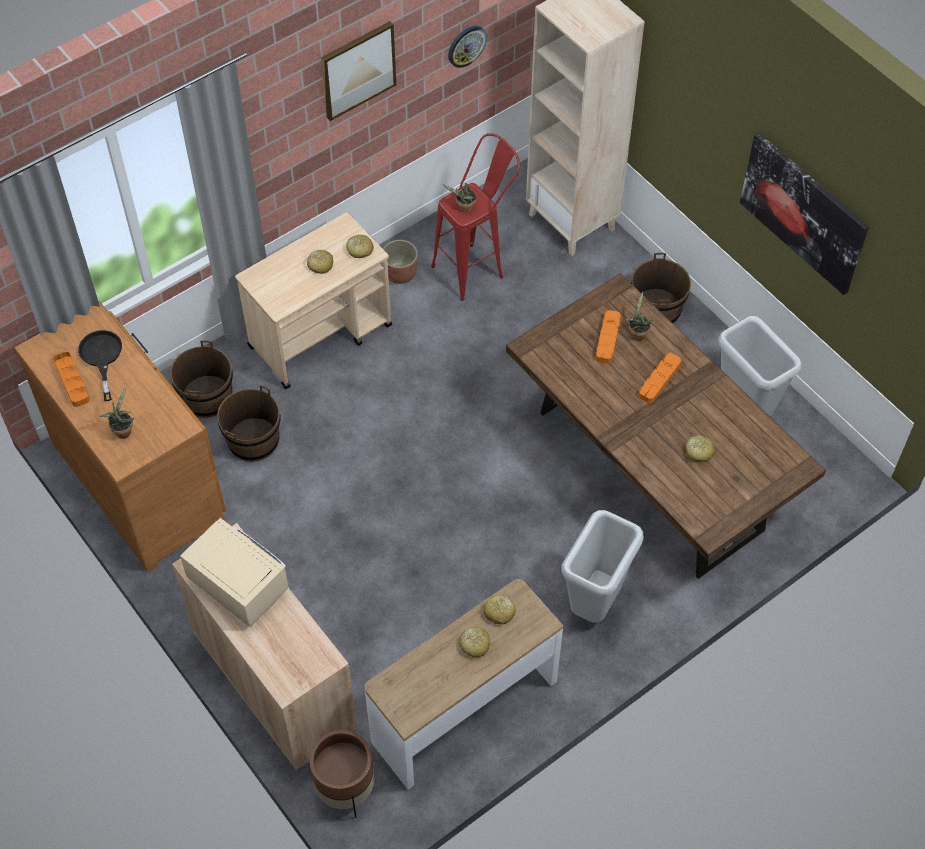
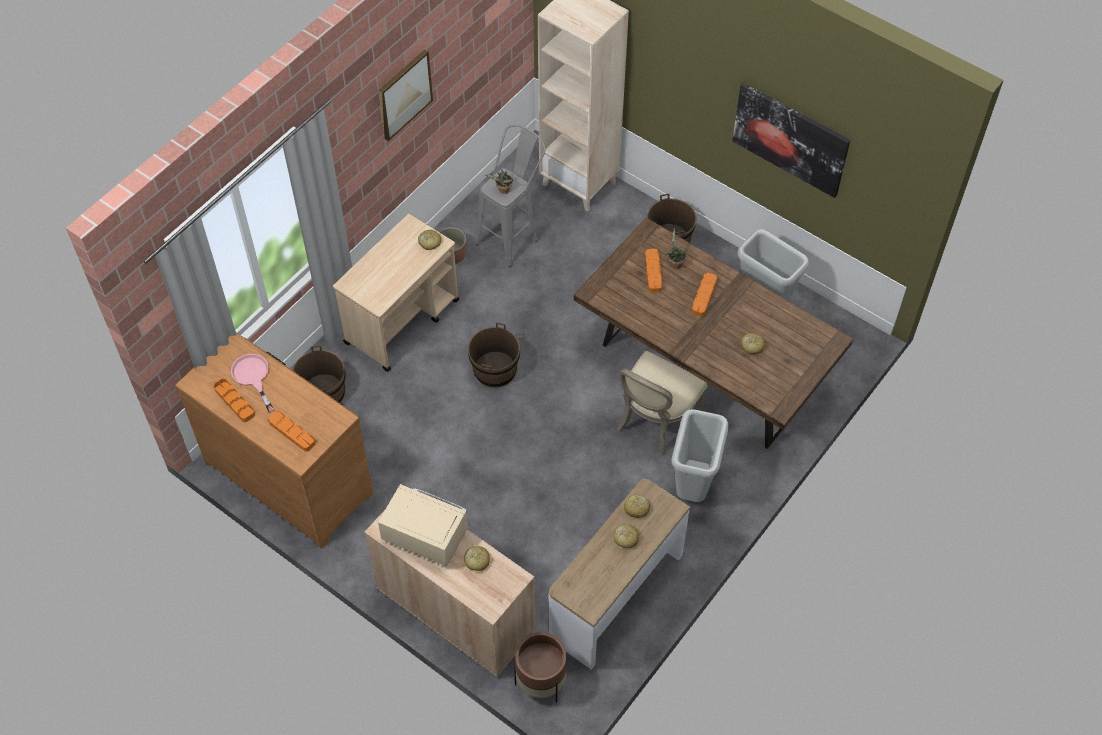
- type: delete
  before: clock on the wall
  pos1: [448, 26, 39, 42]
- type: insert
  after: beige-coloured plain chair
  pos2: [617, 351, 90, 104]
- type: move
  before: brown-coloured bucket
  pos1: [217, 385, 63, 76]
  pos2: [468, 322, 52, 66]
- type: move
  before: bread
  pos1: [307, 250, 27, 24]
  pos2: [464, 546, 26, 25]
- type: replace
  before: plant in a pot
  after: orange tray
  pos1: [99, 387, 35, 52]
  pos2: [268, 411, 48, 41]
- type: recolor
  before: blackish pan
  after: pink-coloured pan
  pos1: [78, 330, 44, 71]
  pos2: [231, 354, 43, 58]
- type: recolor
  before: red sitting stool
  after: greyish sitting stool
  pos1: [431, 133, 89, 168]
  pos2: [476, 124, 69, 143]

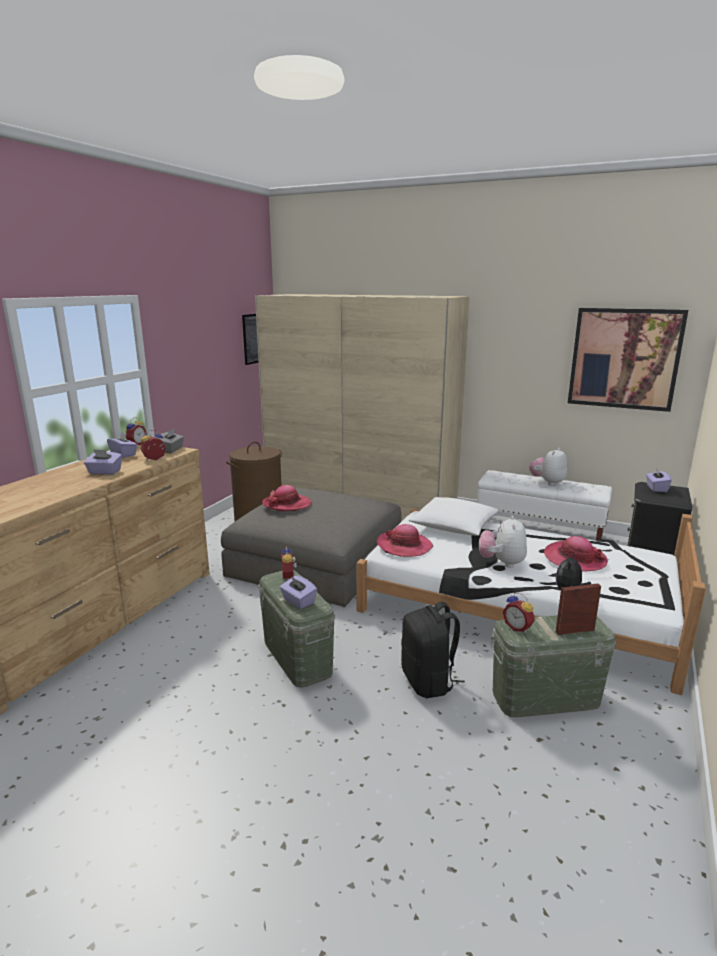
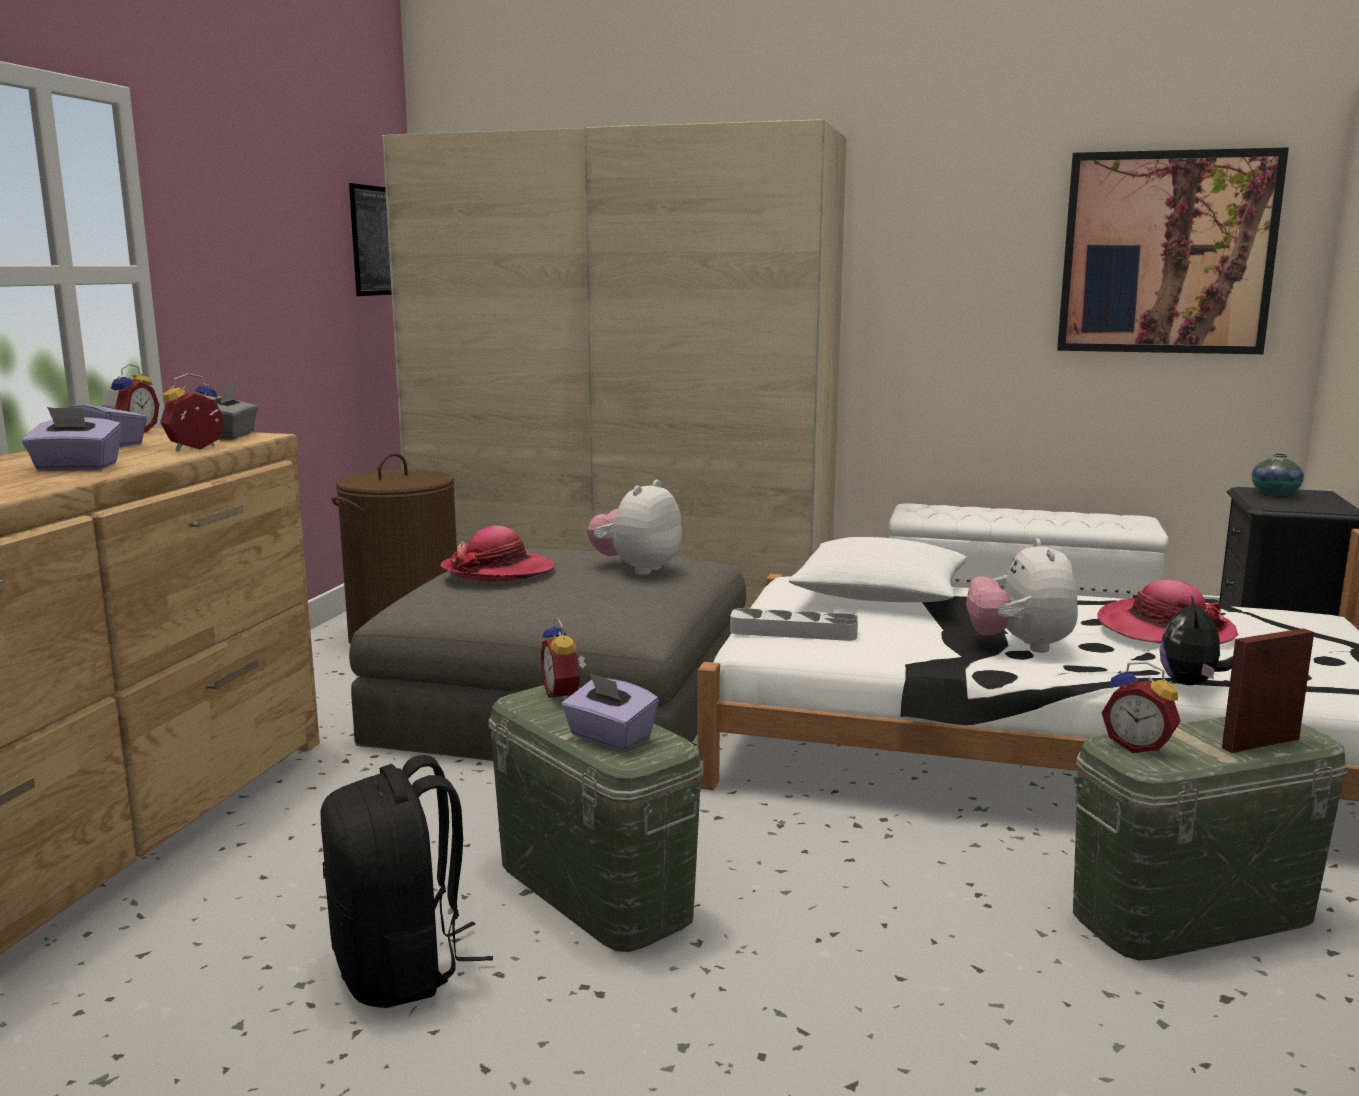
- type: move
  before: blackish knapsack
  pos1: [401, 602, 64, 96]
  pos2: [320, 755, 173, 253]
- type: move
  before: cuddly toy
  pos1: [529, 448, 39, 38]
  pos2: [587, 480, 95, 95]
- type: replace
  before: wearable hat
  after: greyish tray
  pos1: [377, 524, 56, 33]
  pos2: [730, 608, 128, 33]
- type: replace
  before: purplish box of tissues
  after: decorative vase
  pos1: [646, 468, 26, 24]
  pos2: [1252, 454, 52, 42]

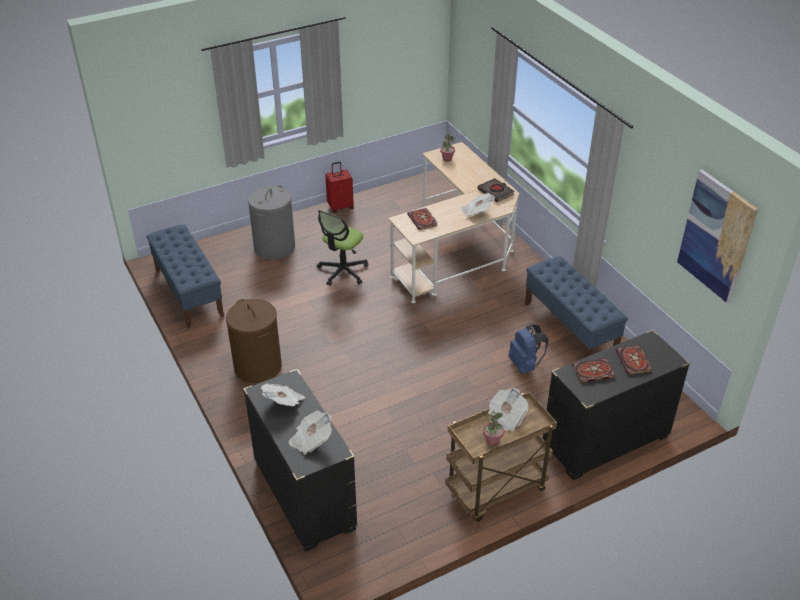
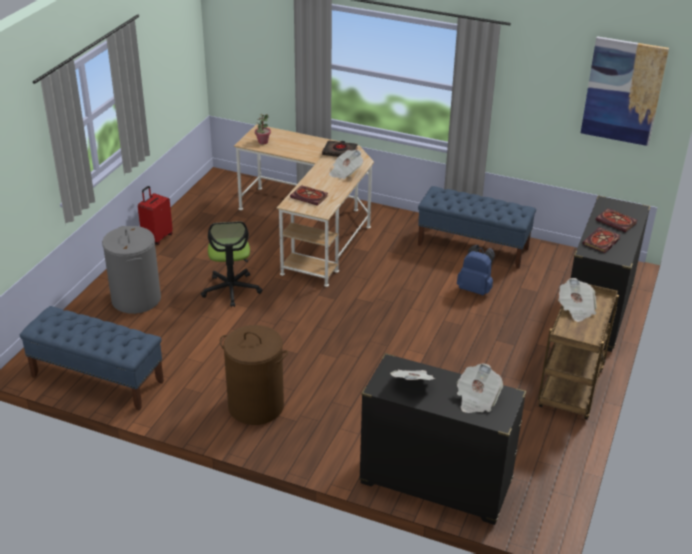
- type: delete
  before: plant in a pot
  pos1: [483, 411, 21, 35]

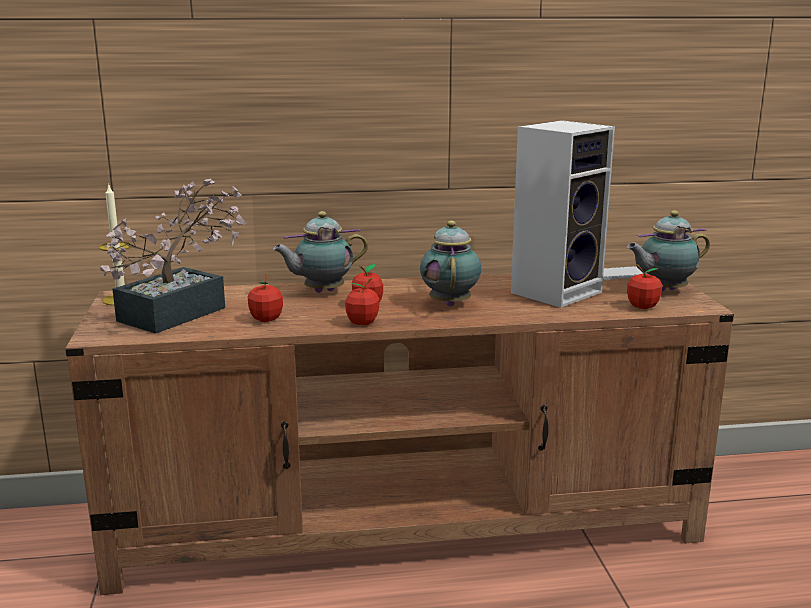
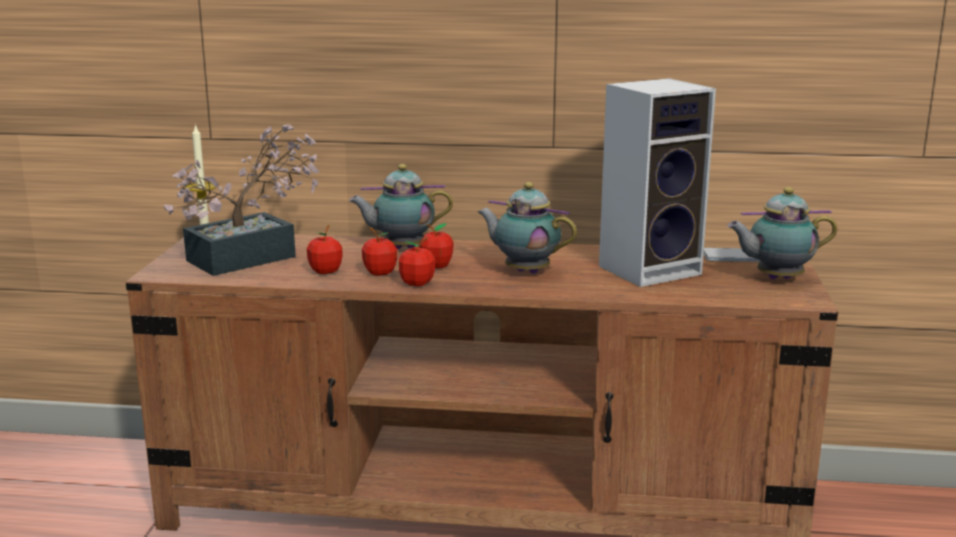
- type: move
  before: apple
  pos1: [627, 265, 36, 44]
  pos2: [362, 227, 35, 49]
- type: rotate
  before: tea pot
  pos1: [420, 221, 61, 86]
  pos2: [478, 182, 99, 92]
  turn: -75

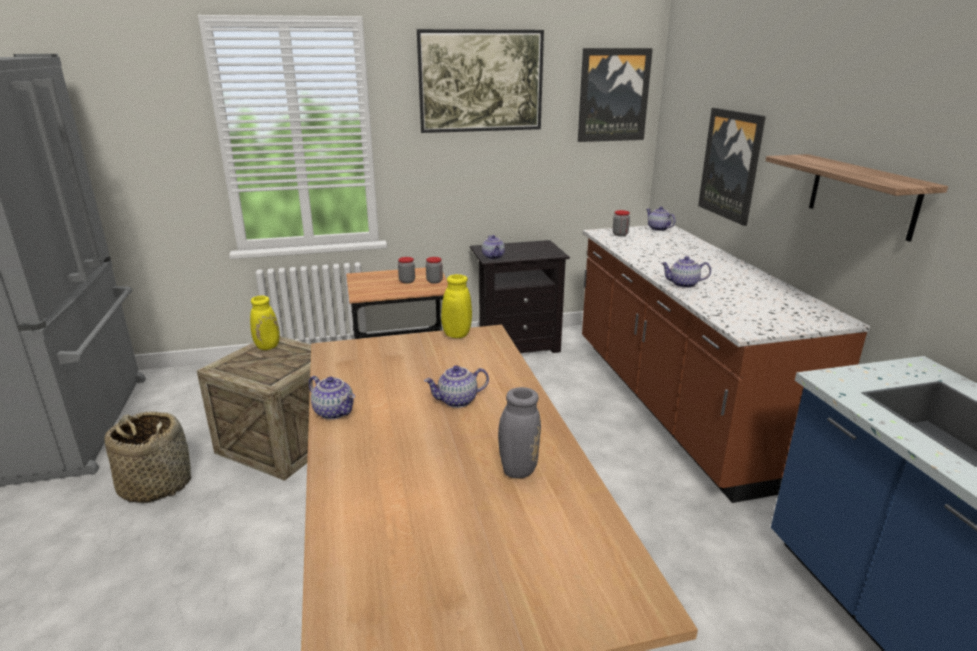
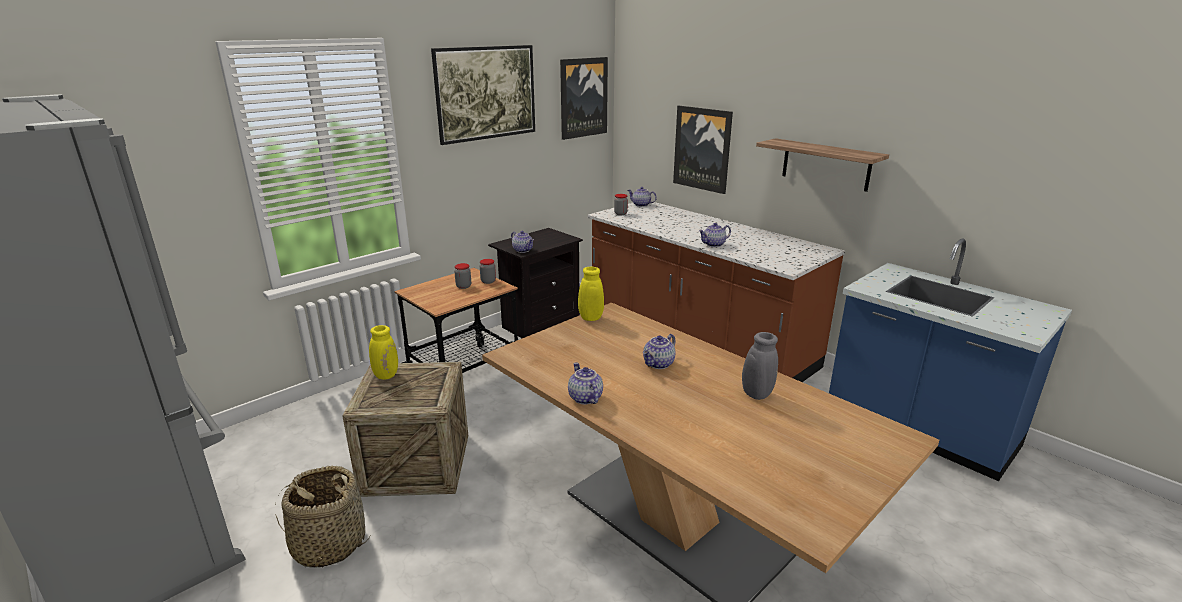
- type: rotate
  before: tea pot
  pos1: [309, 376, 46, 44]
  pos2: [568, 363, 35, 42]
  turn: -120

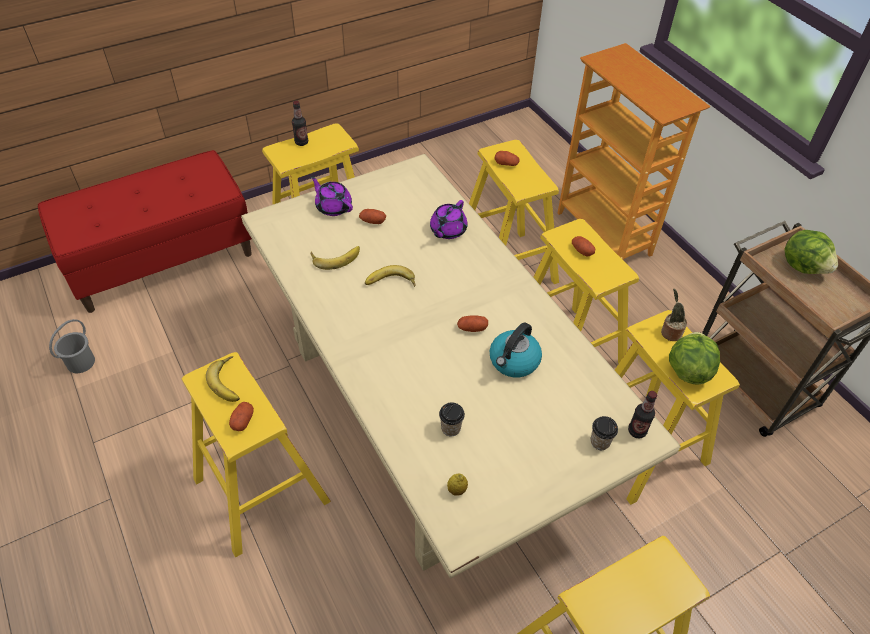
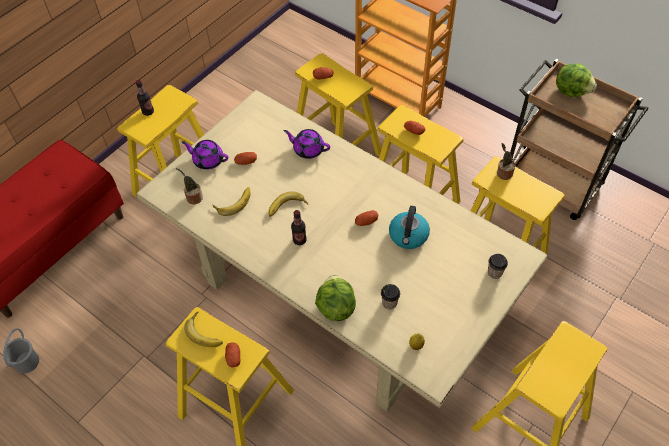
- type: insert
  after: plant in a pot
  pos2: [176, 168, 27, 36]
- type: move
  before: beverage bottle
  pos1: [628, 391, 29, 48]
  pos2: [291, 210, 16, 35]
- type: move
  before: lettuce
  pos1: [669, 332, 51, 53]
  pos2: [315, 275, 41, 46]
- type: rotate
  before: purplish tea pot
  pos1: [430, 200, 38, 39]
  pos2: [284, 129, 46, 30]
  turn: 105

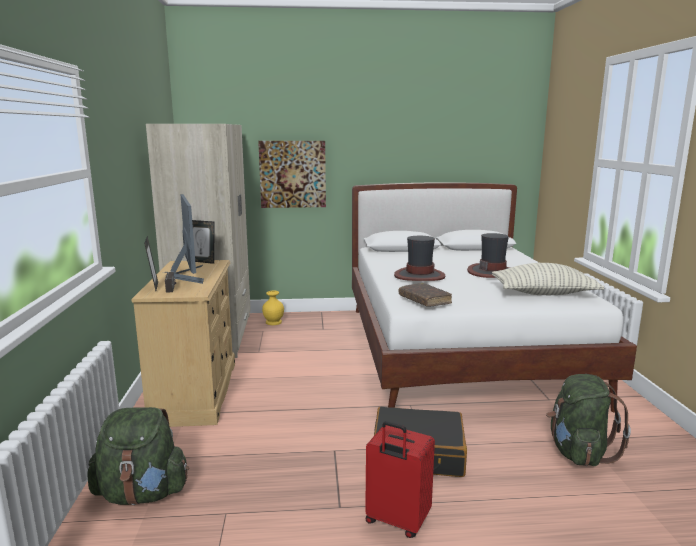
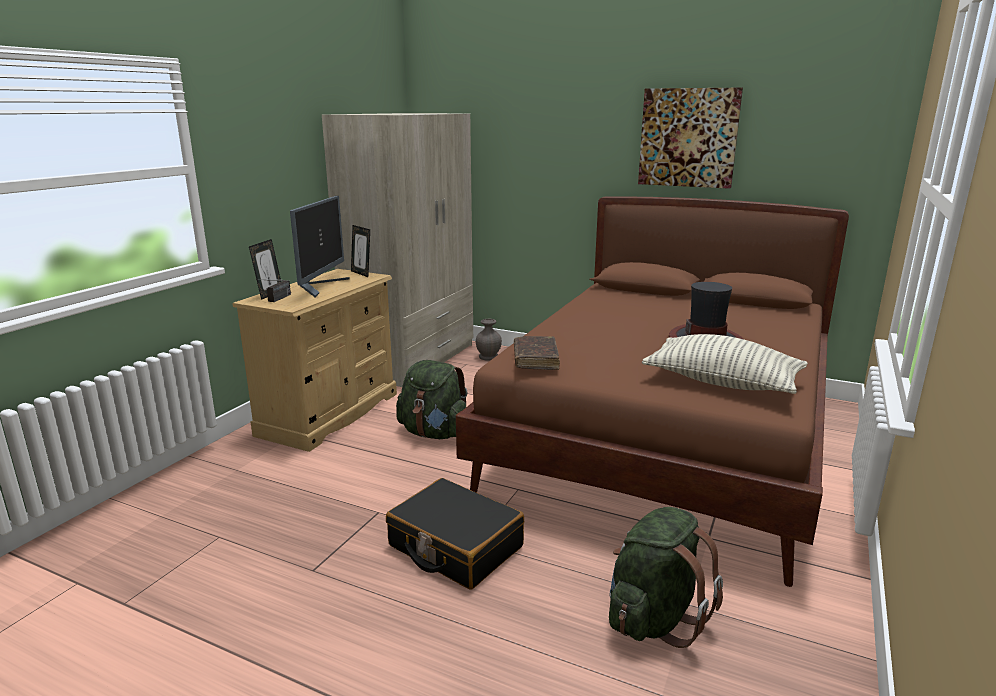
- type: delete
  before: red piece of luggage
  pos1: [365, 421, 70, 117]
- type: delete
  before: wearable hat
  pos1: [394, 236, 52, 45]
- type: move
  before: green-coloured knapsack
  pos1: [87, 407, 102, 98]
  pos2: [396, 360, 71, 79]
- type: move
  before: wall art
  pos1: [258, 141, 68, 67]
  pos2: [638, 88, 105, 101]
- type: recolor
  before: yellowish decorative vase
  after: greyish decorative vase
  pos1: [262, 291, 22, 34]
  pos2: [476, 319, 26, 42]
- type: recolor
  before: whitish sleeping bed
  after: brown-coloured sleeping bed
  pos1: [352, 182, 285, 231]
  pos2: [456, 196, 393, 391]

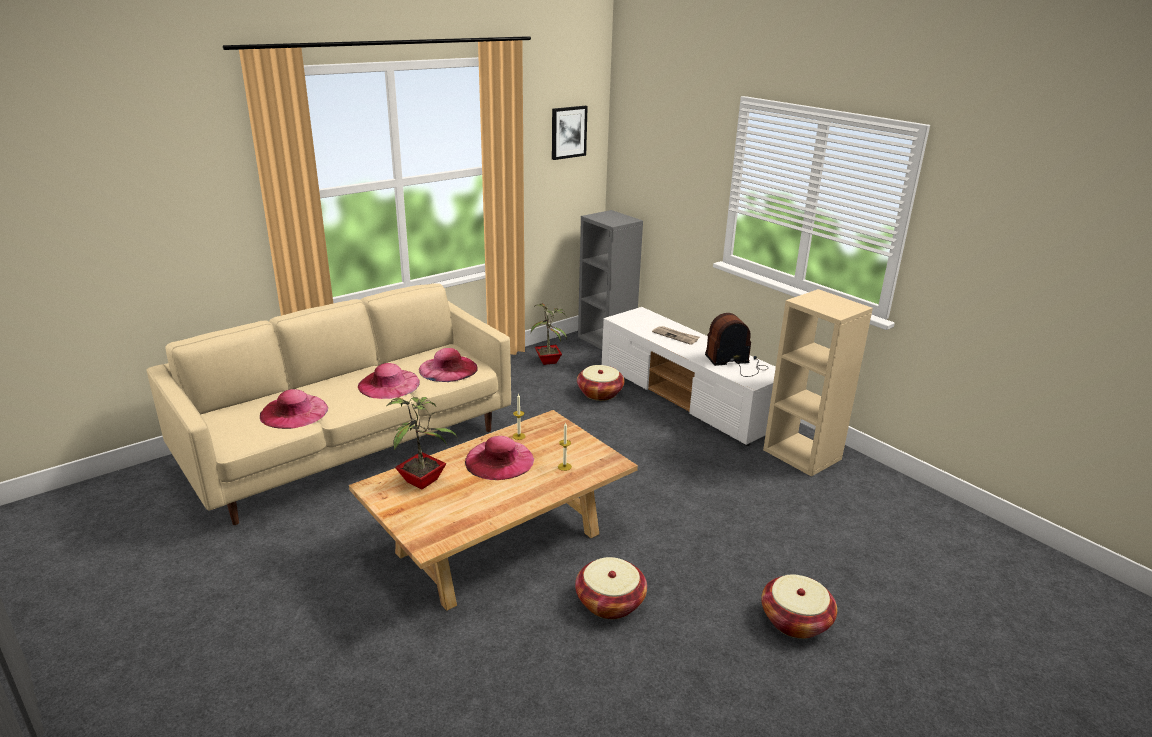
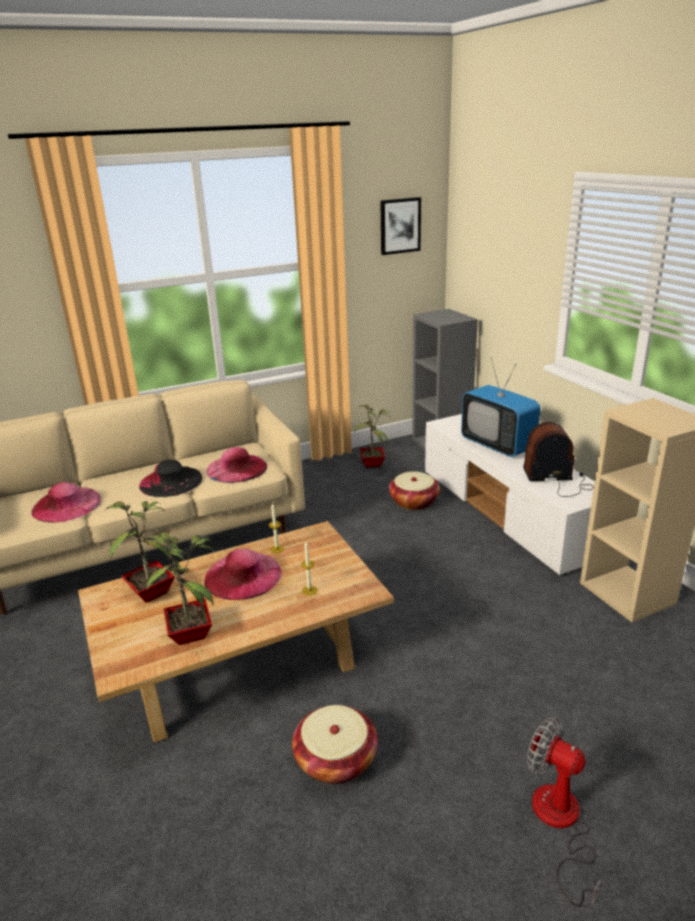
- type: insert
  after: plant in a pot
  pos2: [147, 532, 68, 113]
- type: replace
  before: daily paper
  after: television
  pos1: [652, 326, 48, 19]
  pos2: [461, 357, 80, 100]
- type: replace
  before: storage basket
  after: cooling fan
  pos1: [761, 575, 76, 64]
  pos2: [527, 717, 73, 190]
- type: recolor
  before: pink-coloured wearable hat
  after: blackish wearable hat
  pos1: [358, 363, 62, 36]
  pos2: [139, 460, 64, 37]

